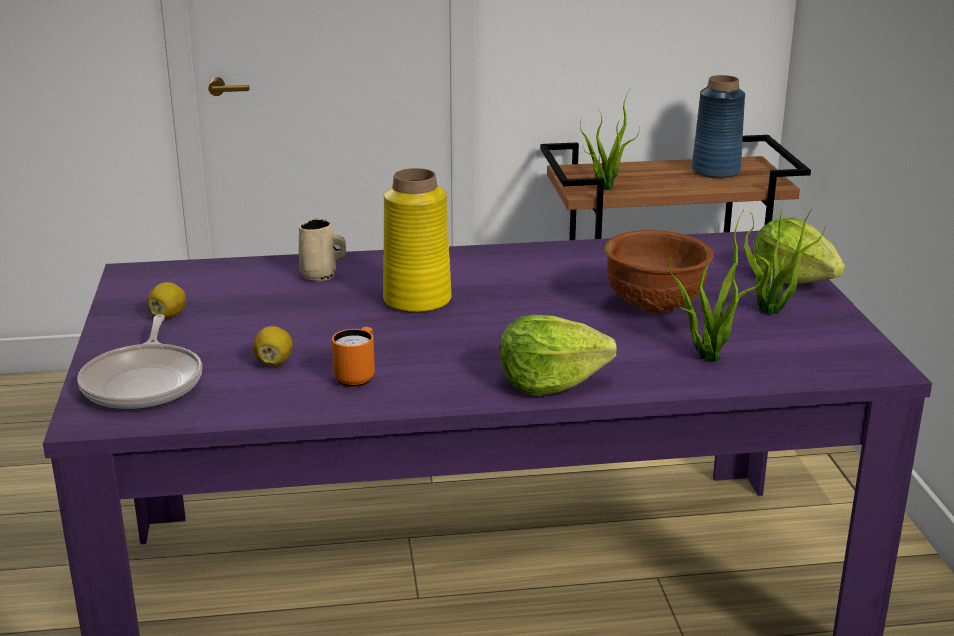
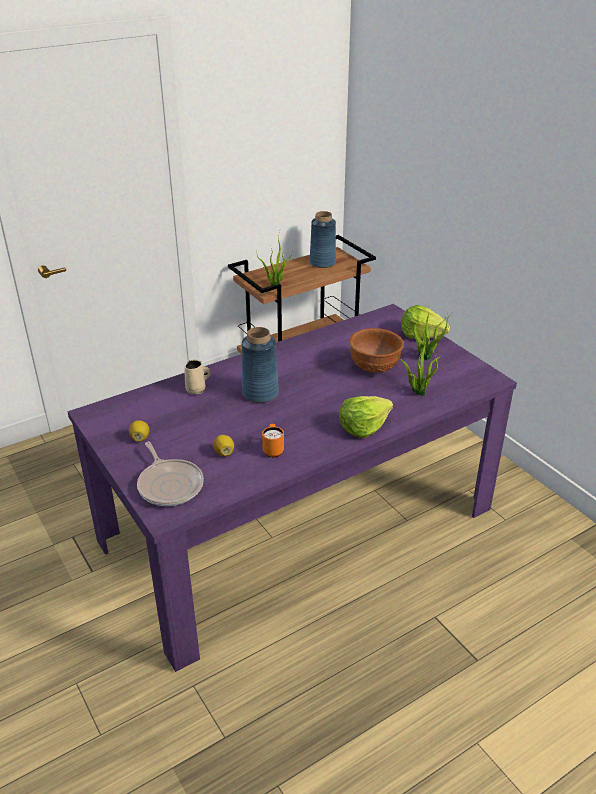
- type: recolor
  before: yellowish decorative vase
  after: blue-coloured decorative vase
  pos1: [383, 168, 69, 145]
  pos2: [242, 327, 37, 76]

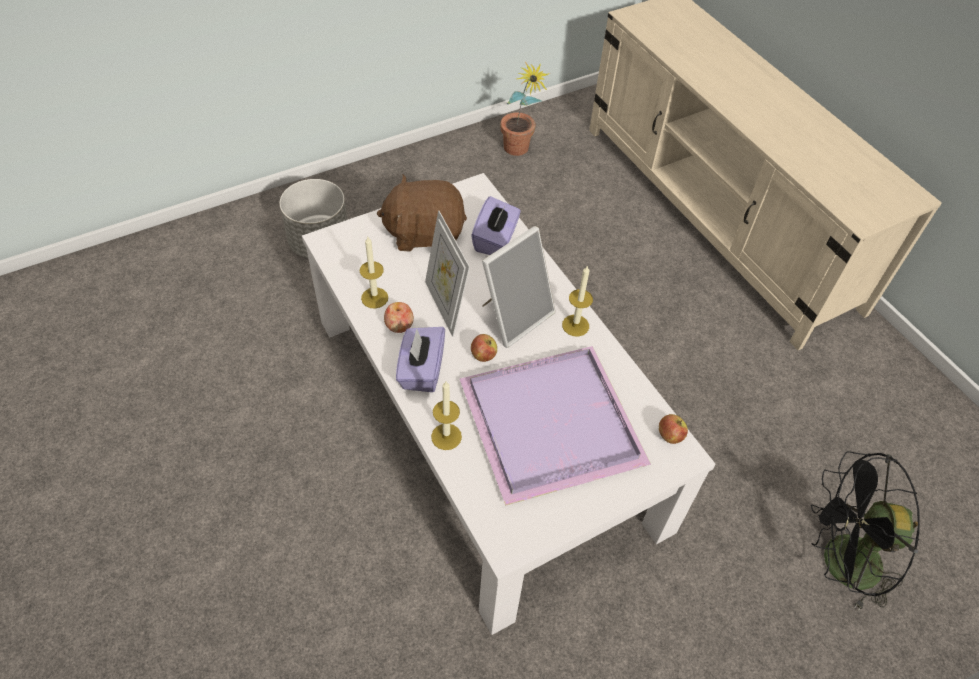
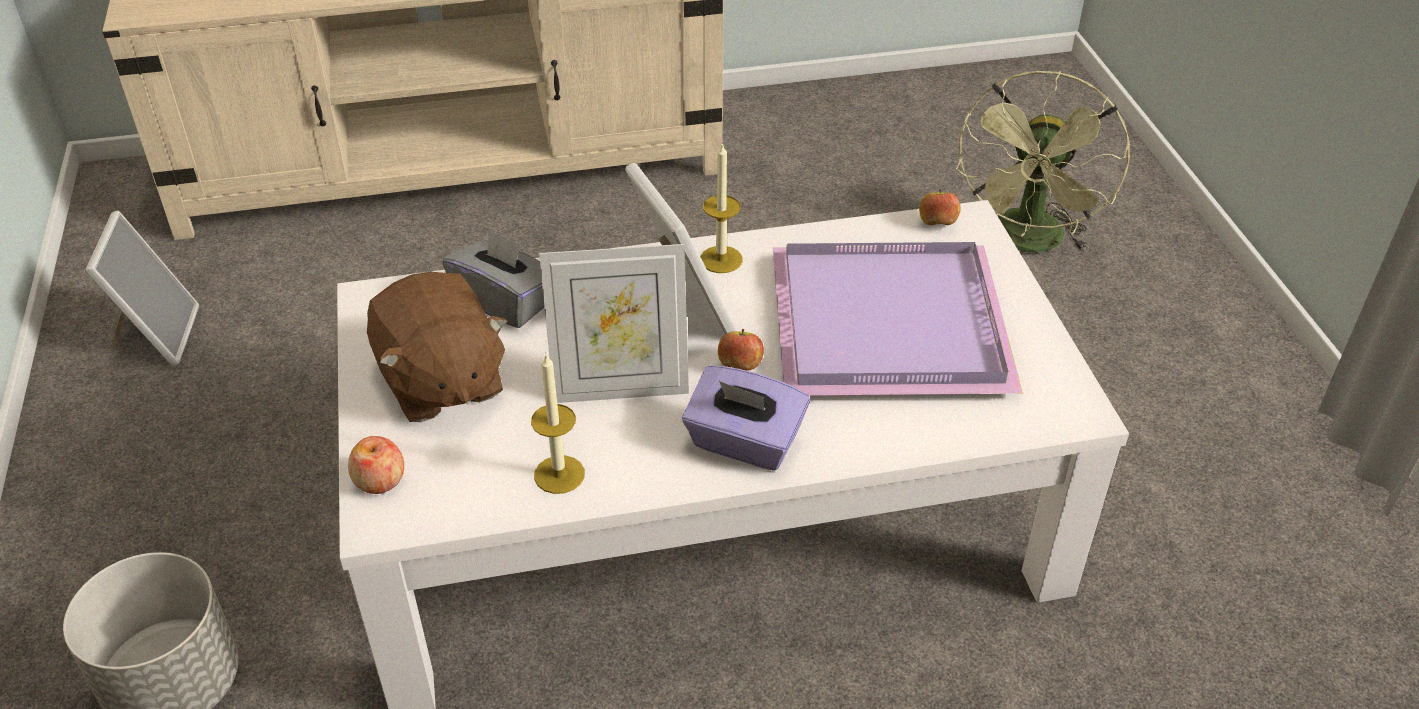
- type: delete
  before: wax candle
  pos1: [431, 382, 31, 68]
- type: move
  before: apple
  pos1: [384, 302, 30, 31]
  pos2: [348, 436, 56, 58]
- type: replace
  before: plant in a pot
  after: standing frame
  pos1: [500, 61, 50, 95]
  pos2: [85, 211, 114, 155]
- type: recolor
  before: purplish box of tissues
  after: greyish box of tissues
  pos1: [471, 196, 50, 59]
  pos2: [443, 228, 101, 100]
- type: recolor
  before: blackish cooling fan
  after: green-coloured cooling fan
  pos1: [811, 451, 109, 161]
  pos2: [955, 71, 176, 181]
- type: rotate
  before: brown-coloured cuddly toy
  pos1: [377, 174, 90, 78]
  pos2: [367, 272, 141, 150]
  turn: -45

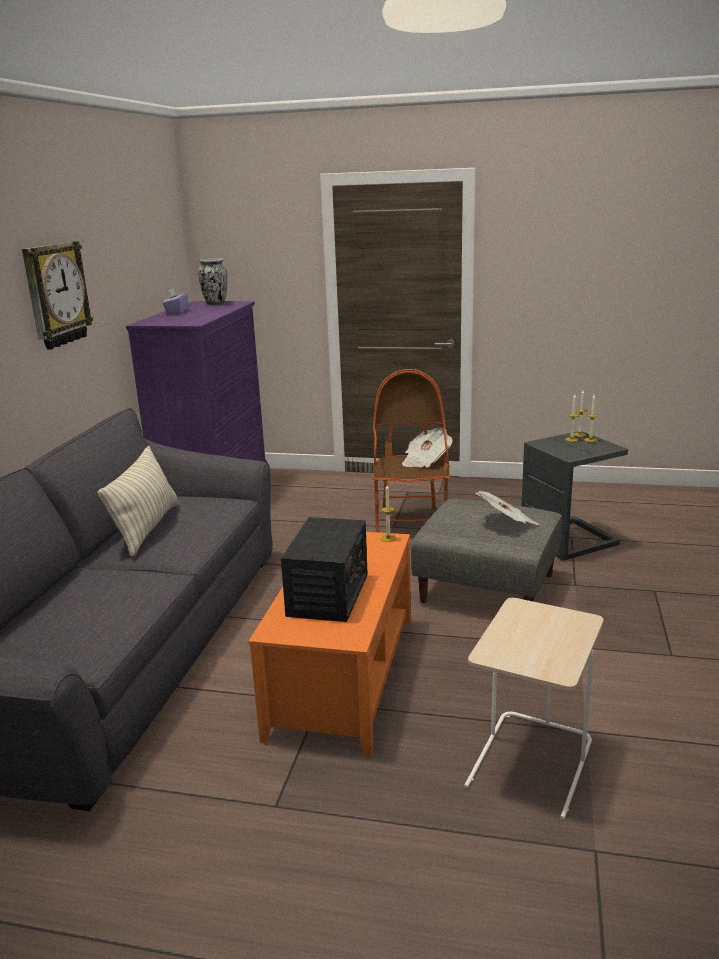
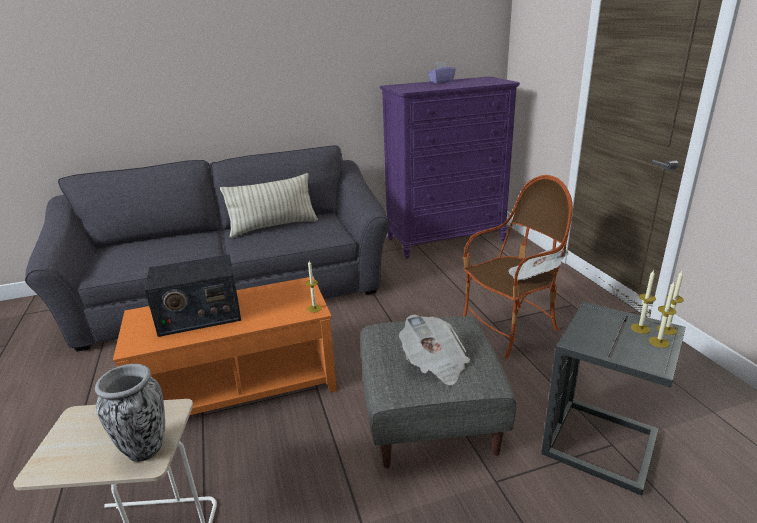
- type: delete
  before: clock on the wall
  pos1: [22, 241, 71, 109]
- type: move
  before: decorative vase
  pos1: [198, 258, 29, 48]
  pos2: [95, 364, 70, 98]

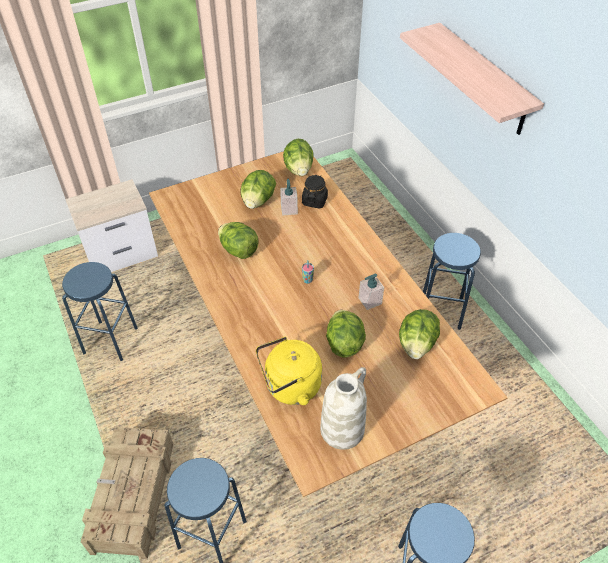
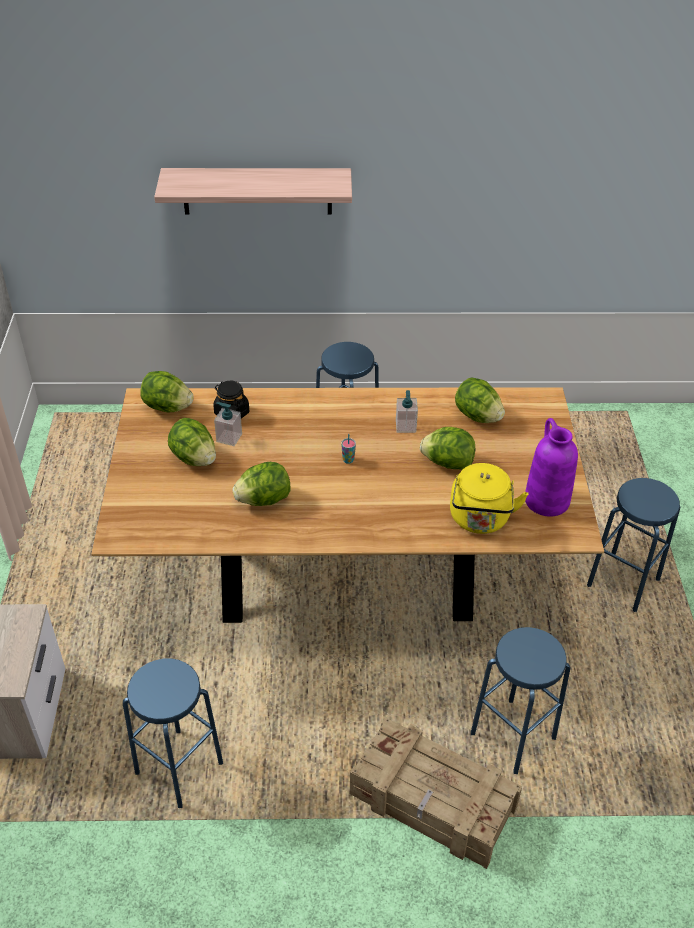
- type: recolor
  before: whitish decorative vase
  after: purplish decorative vase
  pos1: [320, 367, 47, 83]
  pos2: [525, 418, 53, 99]

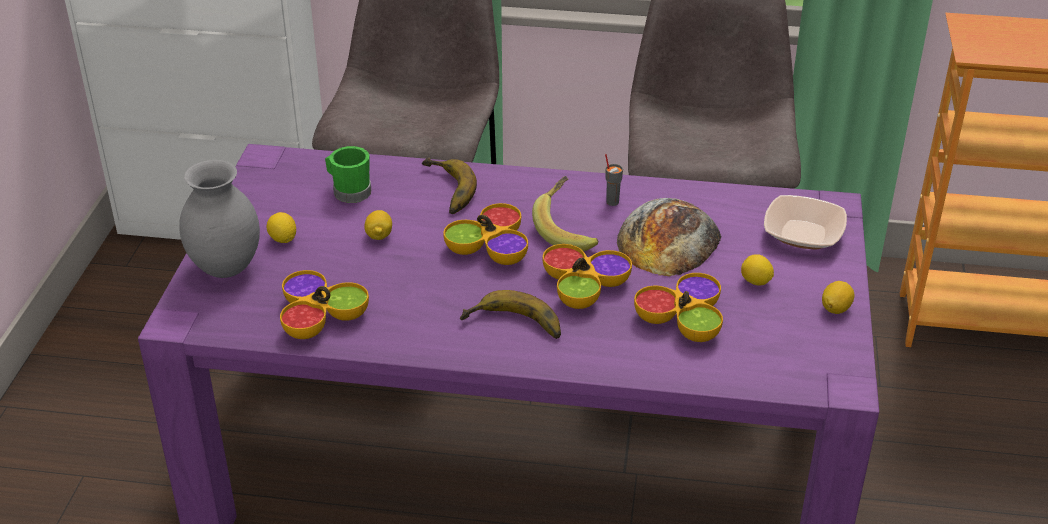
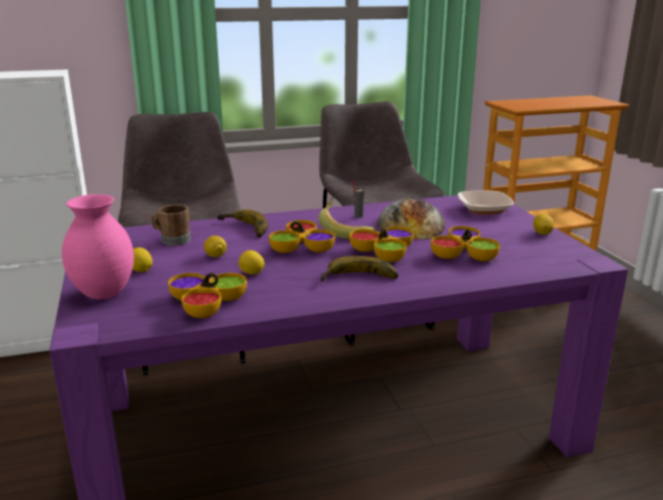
- type: move
  before: lemon
  pos1: [741, 254, 33, 32]
  pos2: [239, 250, 26, 25]
- type: recolor
  before: greyish decorative vase
  after: pink-coloured decorative vase
  pos1: [179, 160, 81, 118]
  pos2: [62, 194, 72, 105]
- type: recolor
  before: green-coloured tea mug
  after: brown-coloured tea mug
  pos1: [325, 146, 46, 57]
  pos2: [151, 204, 40, 42]

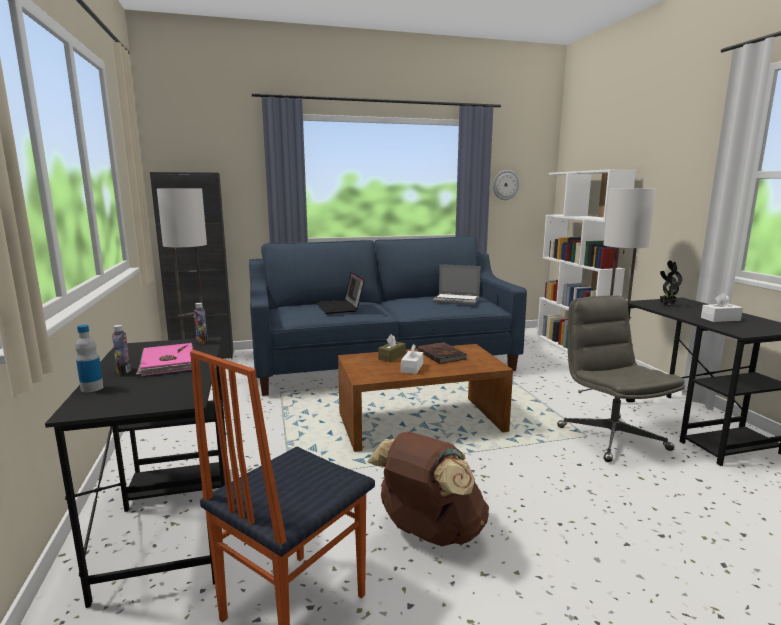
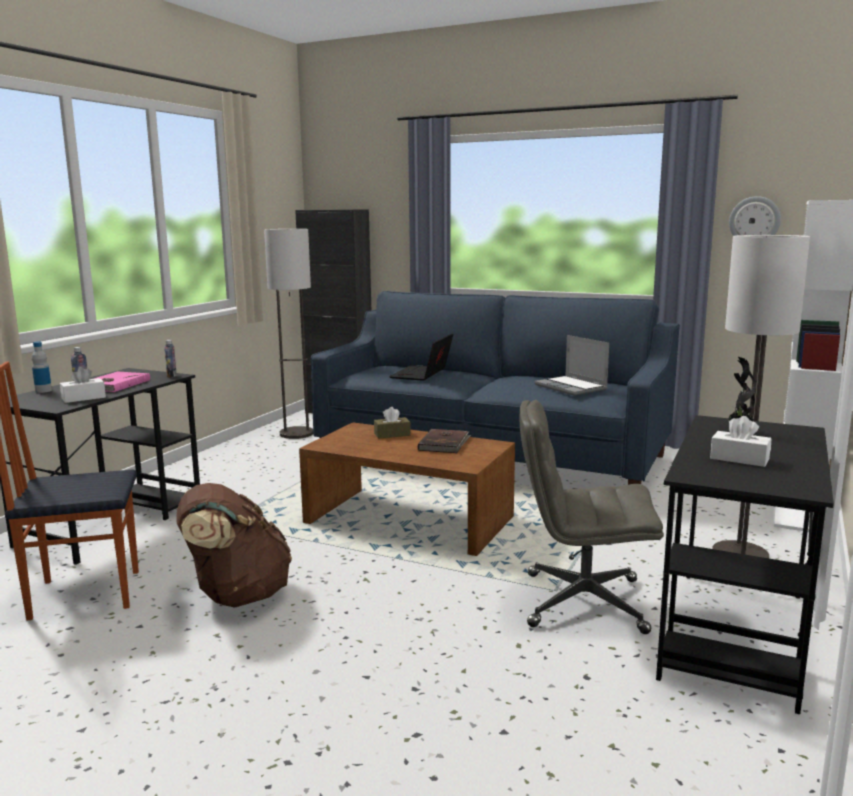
- type: move
  before: whitish box of tissues
  pos1: [401, 344, 22, 30]
  pos2: [60, 367, 46, 36]
- type: rotate
  before: greyish computer chair
  pos1: [557, 295, 128, 167]
  pos2: [520, 400, 144, 234]
  turn: -105

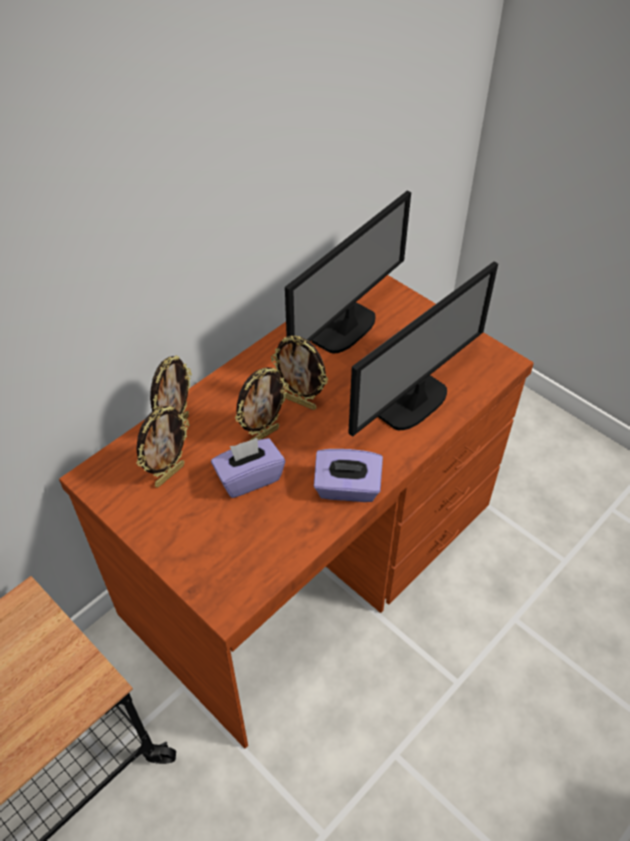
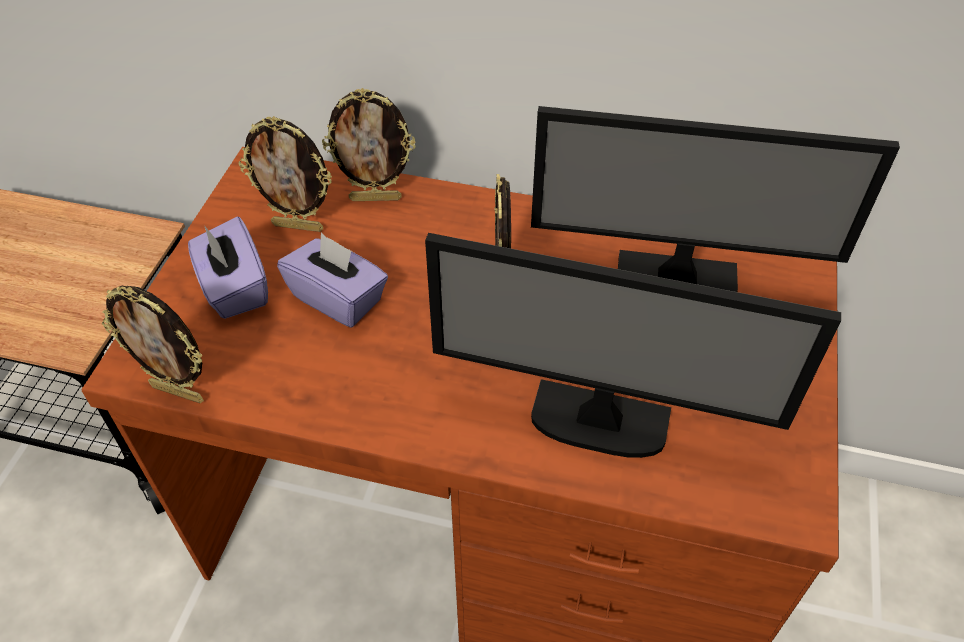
- type: move
  before: standing frame
  pos1: [235, 367, 54, 73]
  pos2: [102, 286, 102, 117]
- type: move
  before: purplish box of tissues
  pos1: [314, 449, 69, 53]
  pos2: [188, 217, 80, 102]

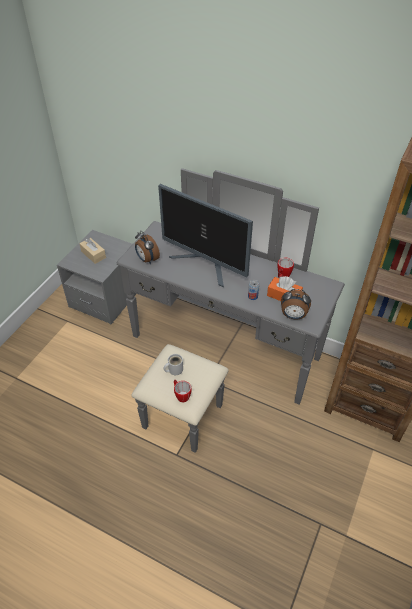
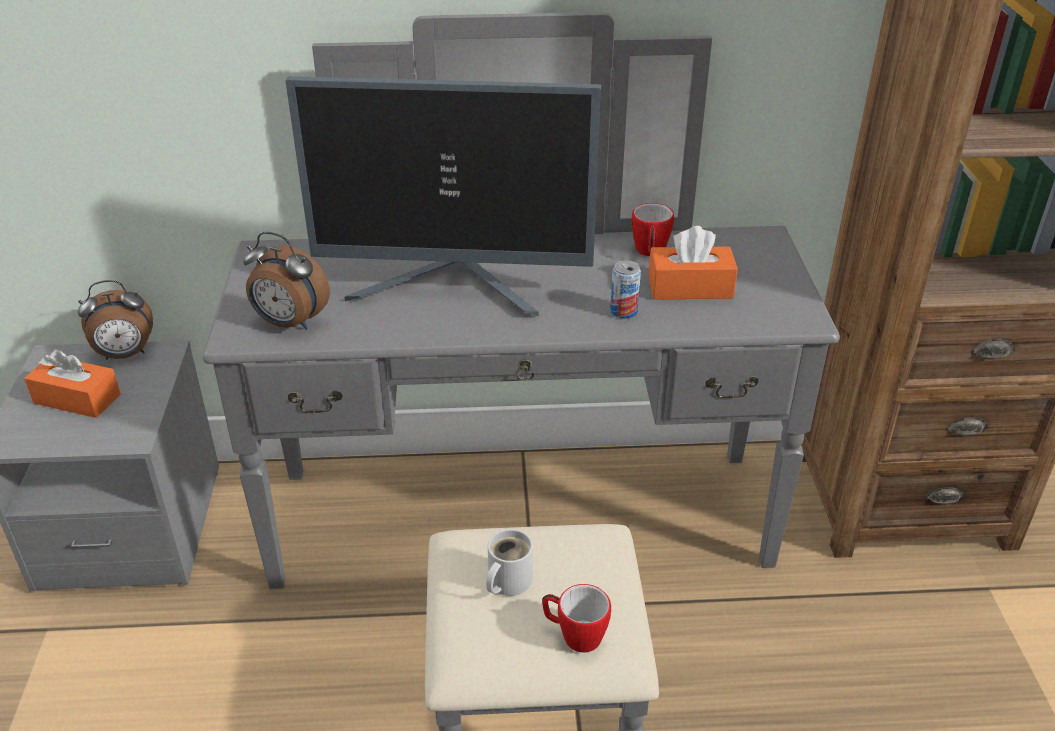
- type: move
  before: table clock
  pos1: [281, 289, 30, 31]
  pos2: [78, 280, 75, 80]
- type: recolor
  before: beige-coloured box of tissues
  after: orange box of tissues
  pos1: [80, 238, 26, 26]
  pos2: [24, 349, 97, 69]

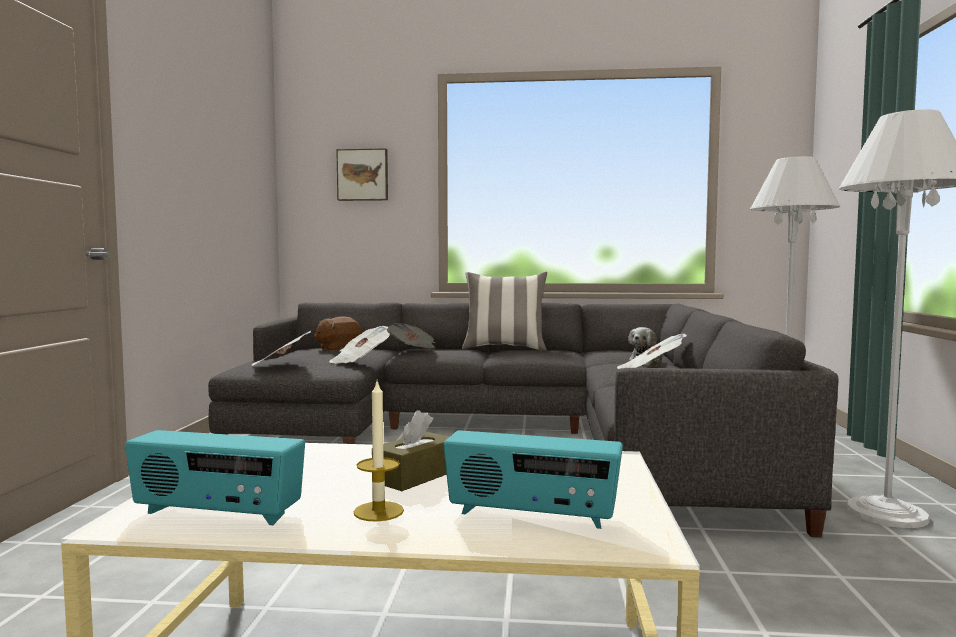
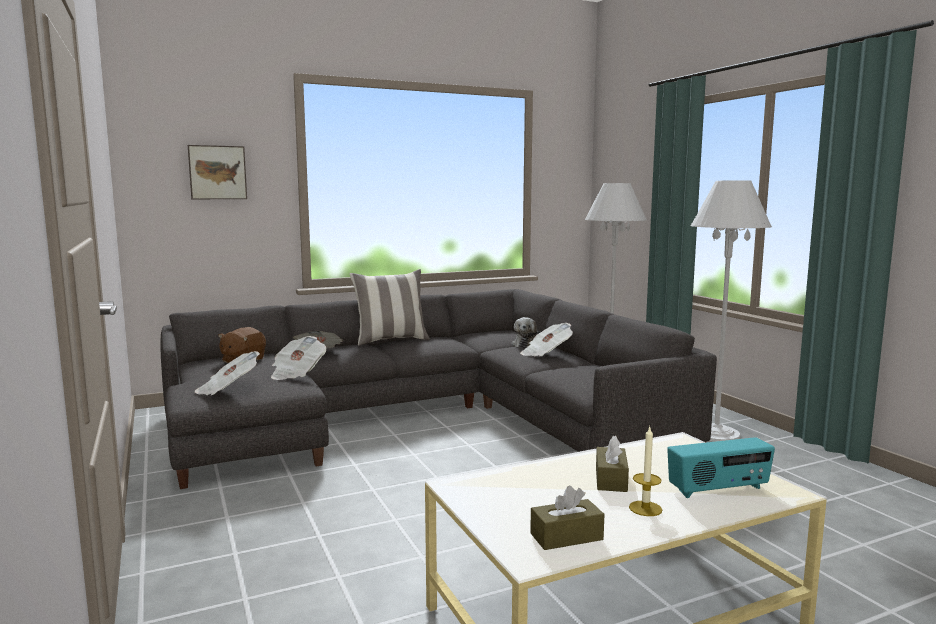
- type: replace
  before: radio
  after: brown-coloured box of tissues
  pos1: [125, 430, 180, 95]
  pos2: [530, 486, 75, 64]

